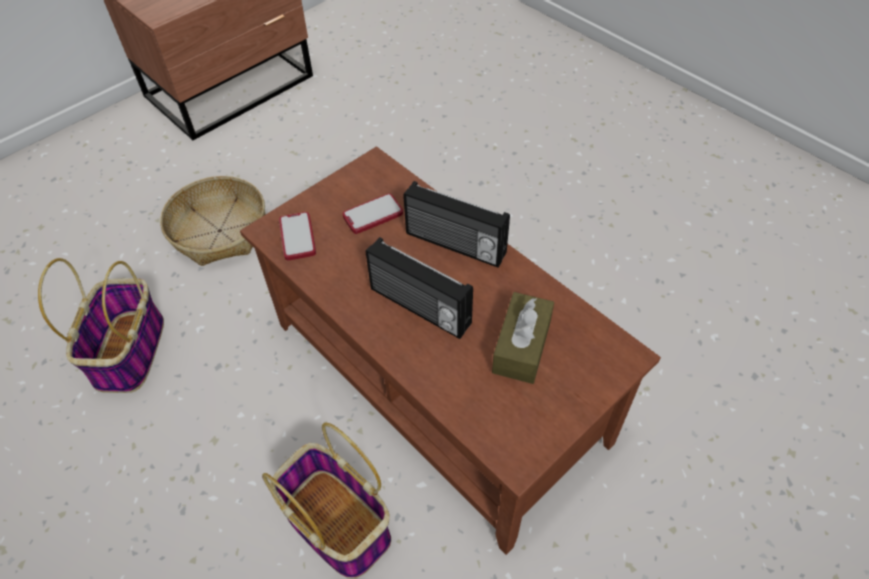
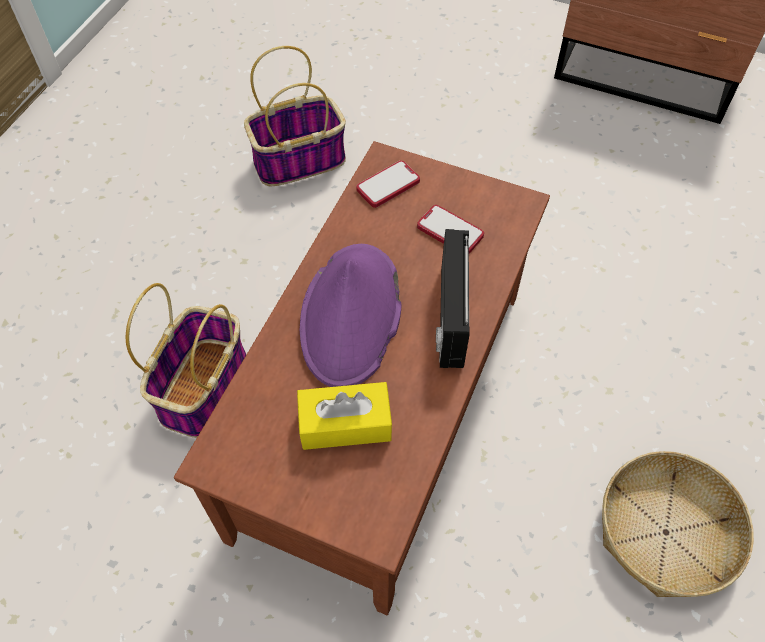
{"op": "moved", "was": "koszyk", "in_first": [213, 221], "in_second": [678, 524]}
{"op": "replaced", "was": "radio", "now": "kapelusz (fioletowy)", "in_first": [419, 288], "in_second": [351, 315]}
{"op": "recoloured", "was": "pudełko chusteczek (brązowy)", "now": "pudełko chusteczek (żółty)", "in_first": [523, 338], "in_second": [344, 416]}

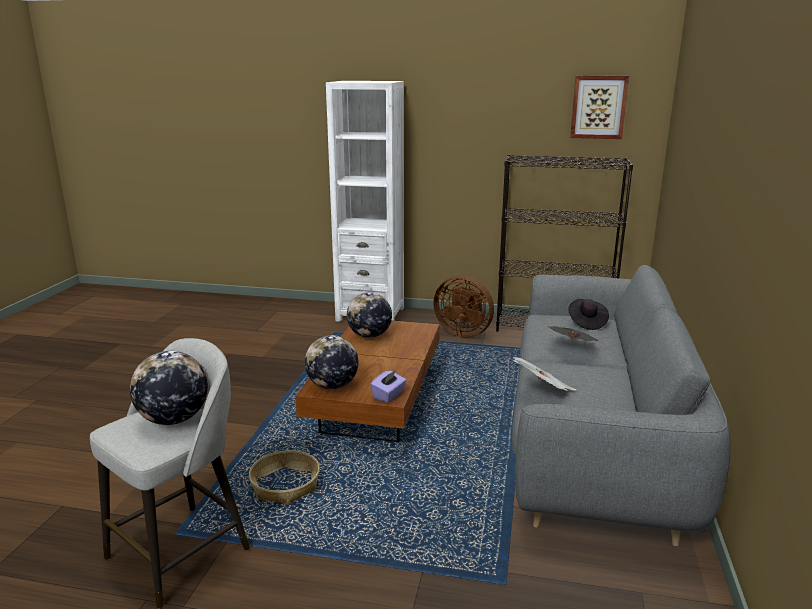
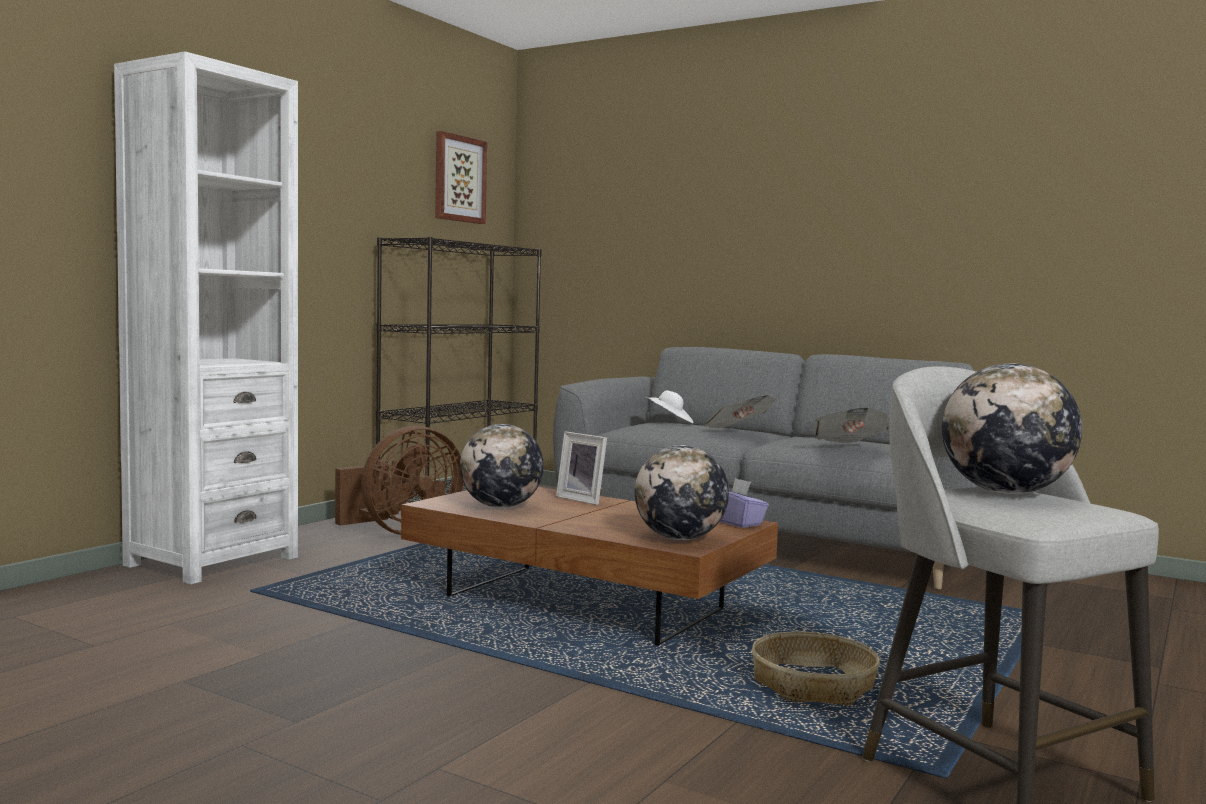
{"op": "recoloured", "was": "kapelusz (czarny)", "now": "kapelusz (biały)", "in_first": [588, 314], "in_second": [670, 407]}
{"op": "added", "now": "ramka na zdjęcie", "in_second": [581, 468]}

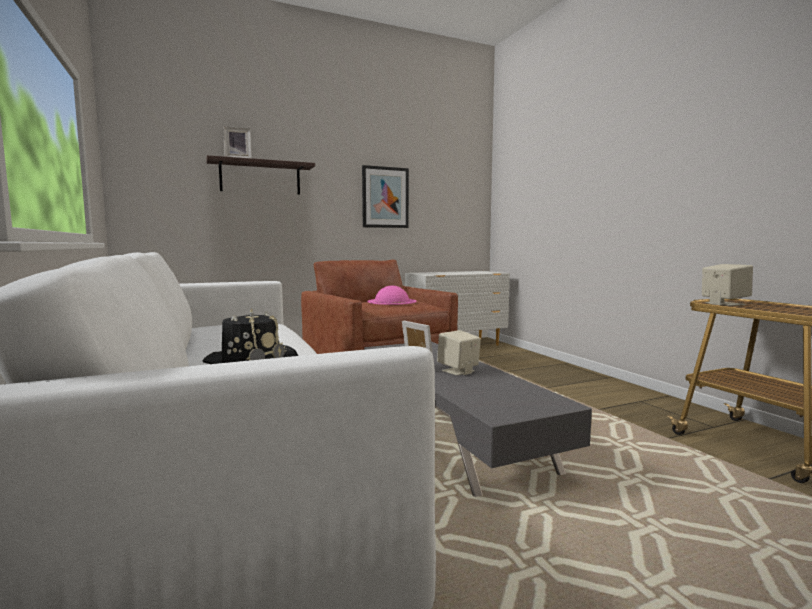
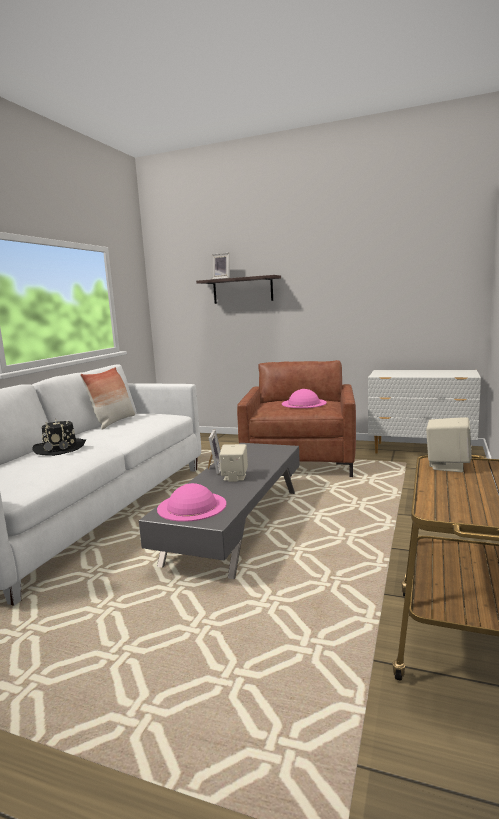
{"op": "removed", "was": "obraz", "in_first": [385, 196]}
{"op": "added", "now": "poduszka", "in_second": [107, 398]}
{"op": "added", "now": "kapelusz (różowy)", "in_second": [191, 502]}

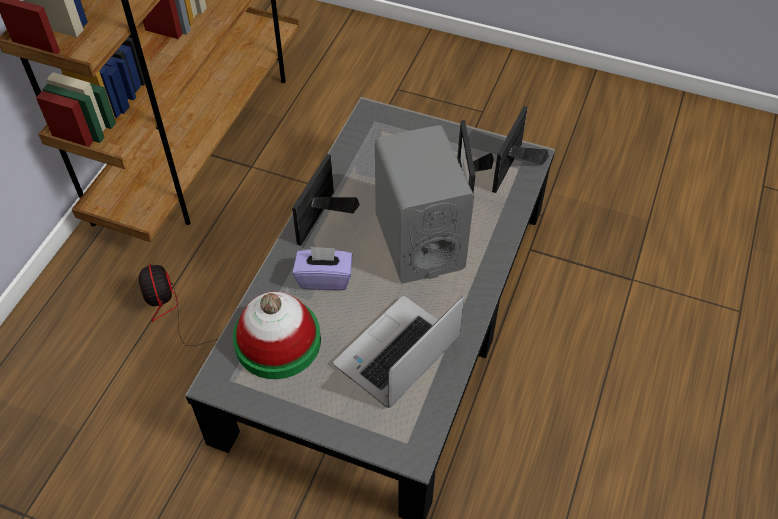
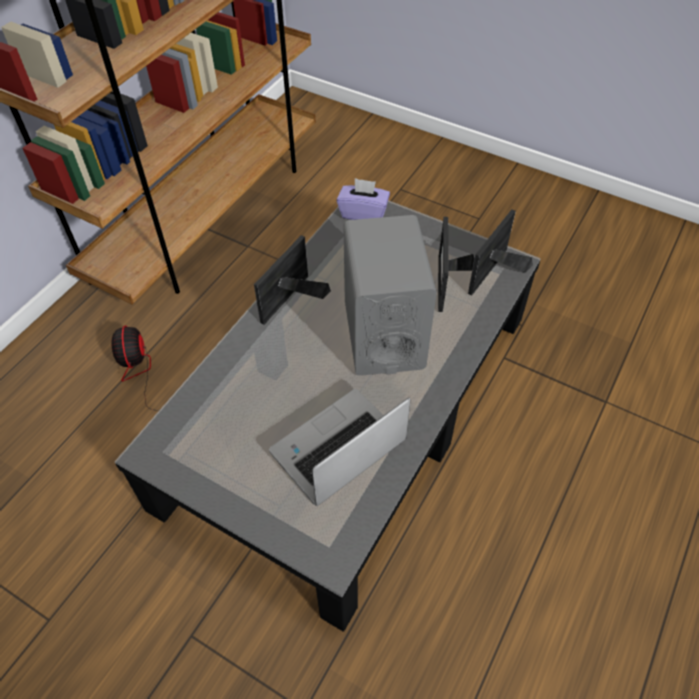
{"op": "removed", "was": "kapelusz", "in_first": [277, 335]}
{"op": "moved", "was": "pudełko chusteczek (fioletowy)", "in_first": [322, 268], "in_second": [363, 199]}

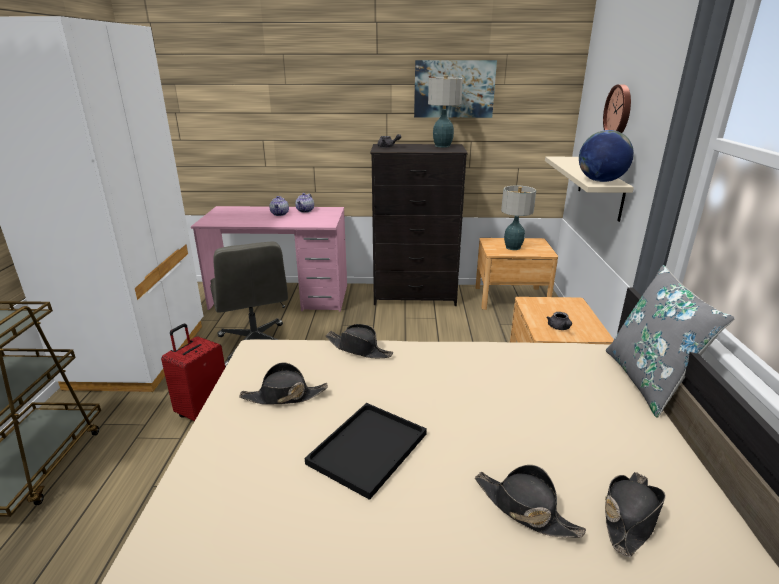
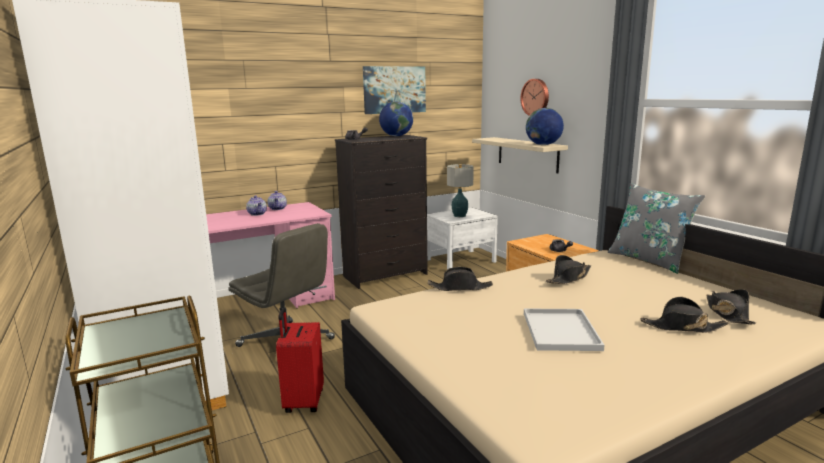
{"op": "moved", "was": "kapelusz (czarny)", "in_first": [283, 383], "in_second": [568, 269]}
{"op": "recoloured", "was": "taca (czarny)", "now": "taca (biały)", "in_first": [366, 451], "in_second": [564, 330]}
{"op": "replaced", "was": "lampa stołowa", "now": "globus", "in_first": [445, 111], "in_second": [396, 118]}
{"op": "recoloured", "was": "szafka nocna (brązowy)", "now": "szafka nocna (biały)", "in_first": [517, 274], "in_second": [462, 238]}

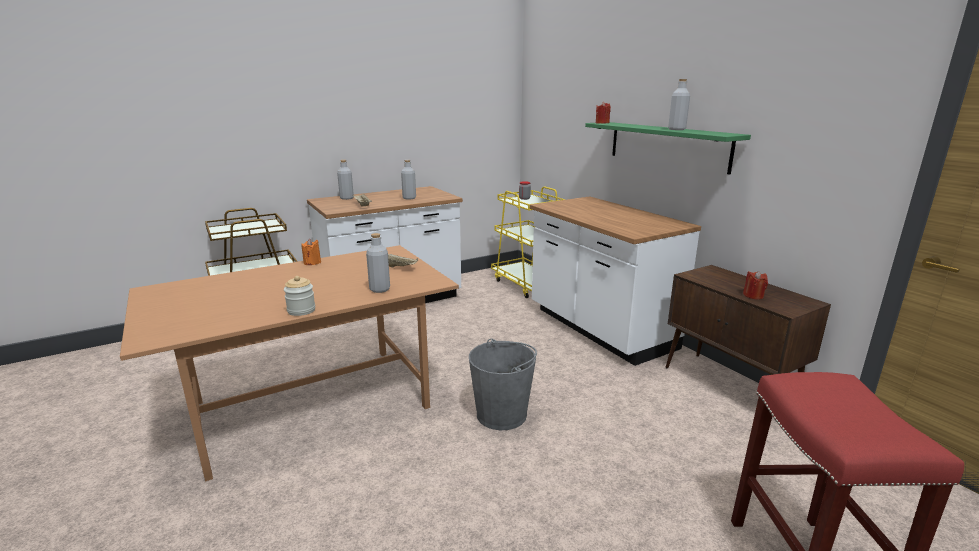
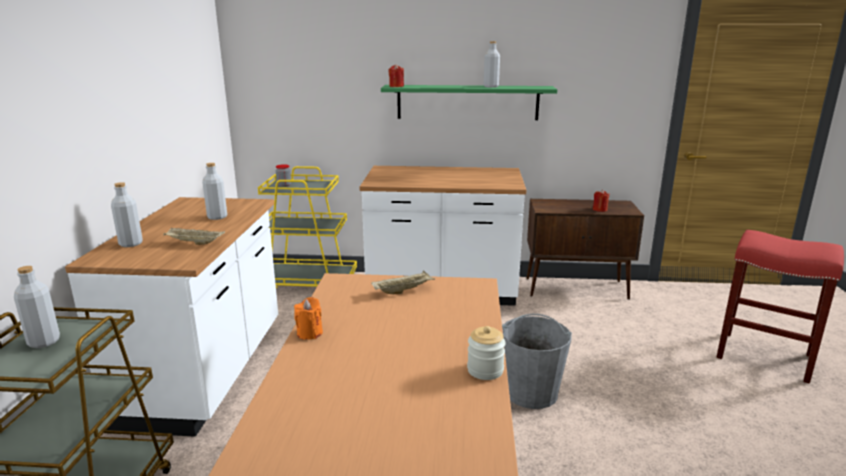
{"op": "moved", "was": "butelka (szary)", "in_first": [378, 263], "in_second": [37, 307]}

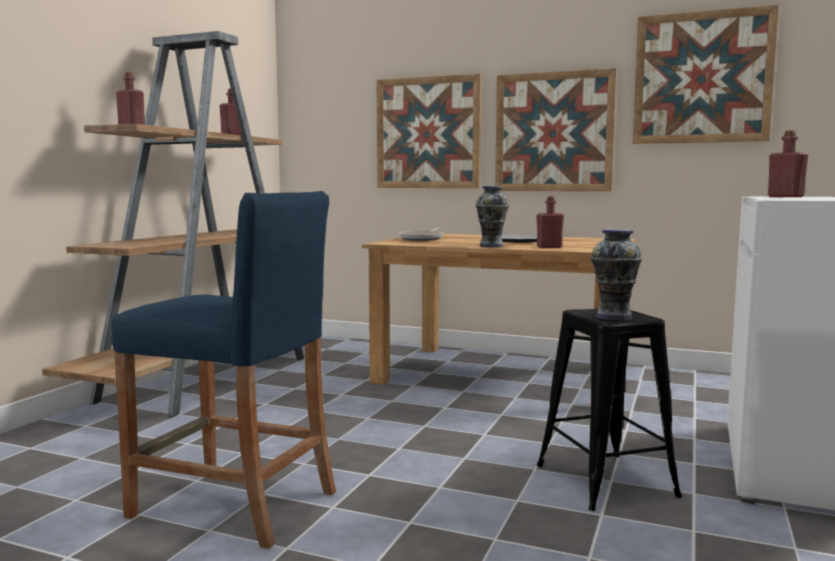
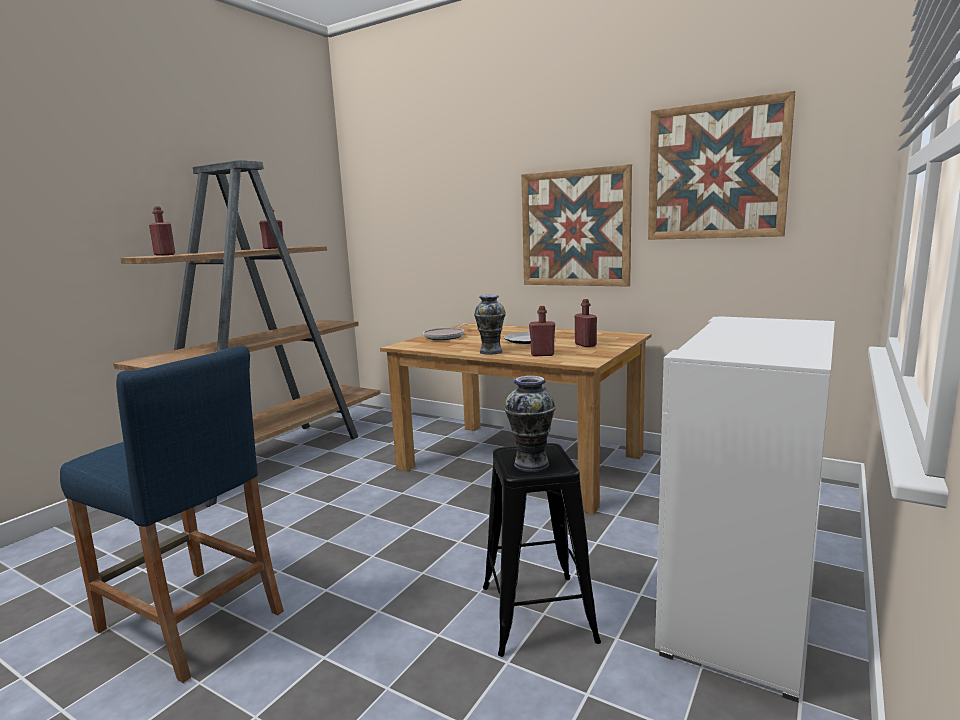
{"op": "removed", "was": "obraz", "in_first": [429, 131]}
{"op": "moved", "was": "butelka (czerwony)", "in_first": [788, 163], "in_second": [586, 323]}

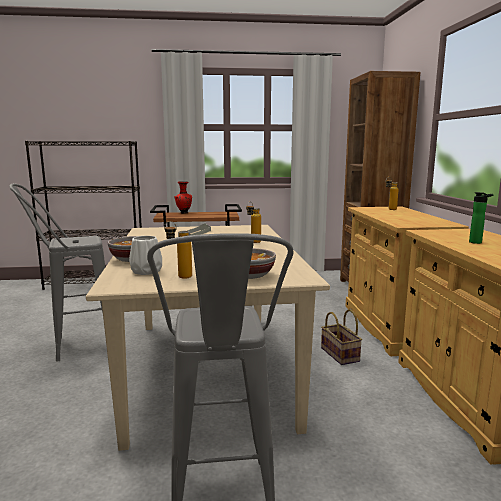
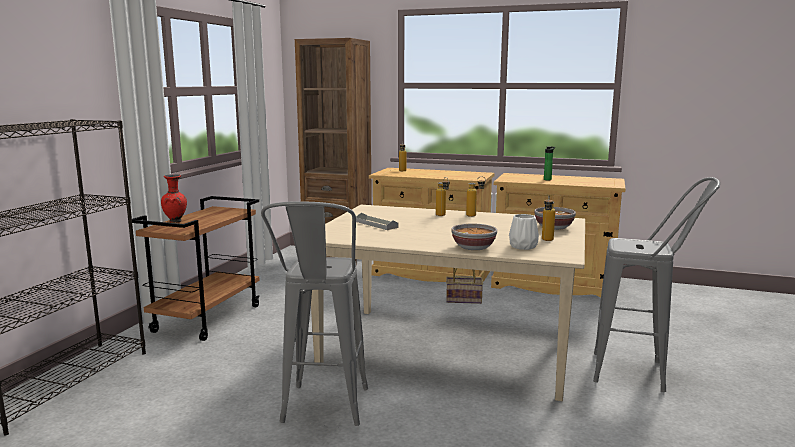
{"op": "added", "now": "butelka", "in_second": [476, 196]}

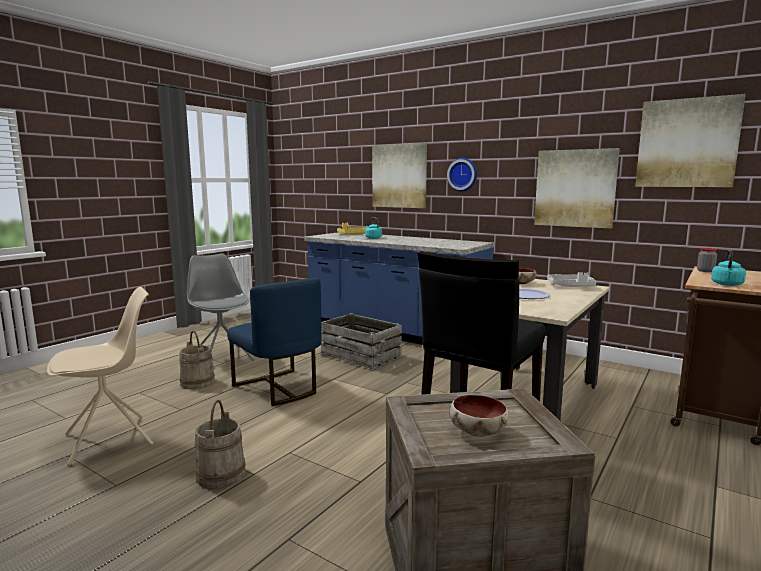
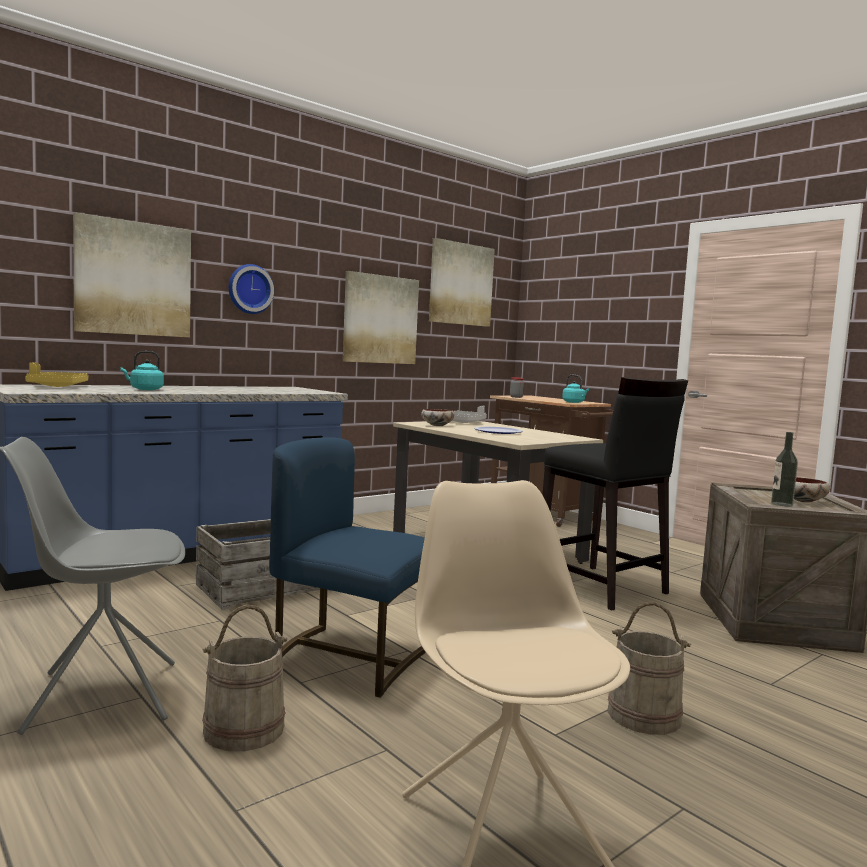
{"op": "turned", "was": "krzesło (niebieski)", "in_first": [274, 342], "in_second": [347, 567], "clockwise": -135}
{"op": "added", "now": "butelka", "in_second": [784, 469]}

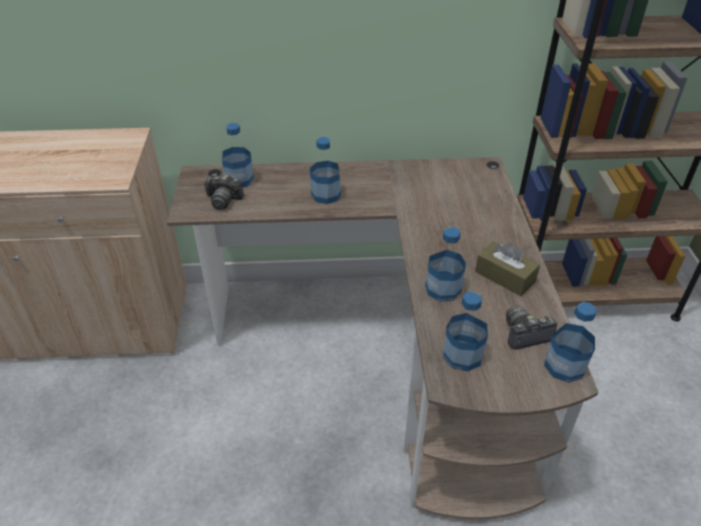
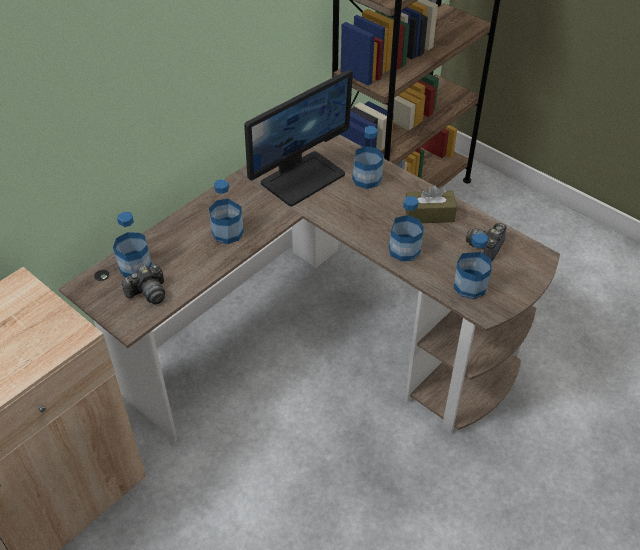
{"op": "moved", "was": "butelka", "in_first": [570, 342], "in_second": [367, 157]}
{"op": "added", "now": "monitor", "in_second": [298, 138]}

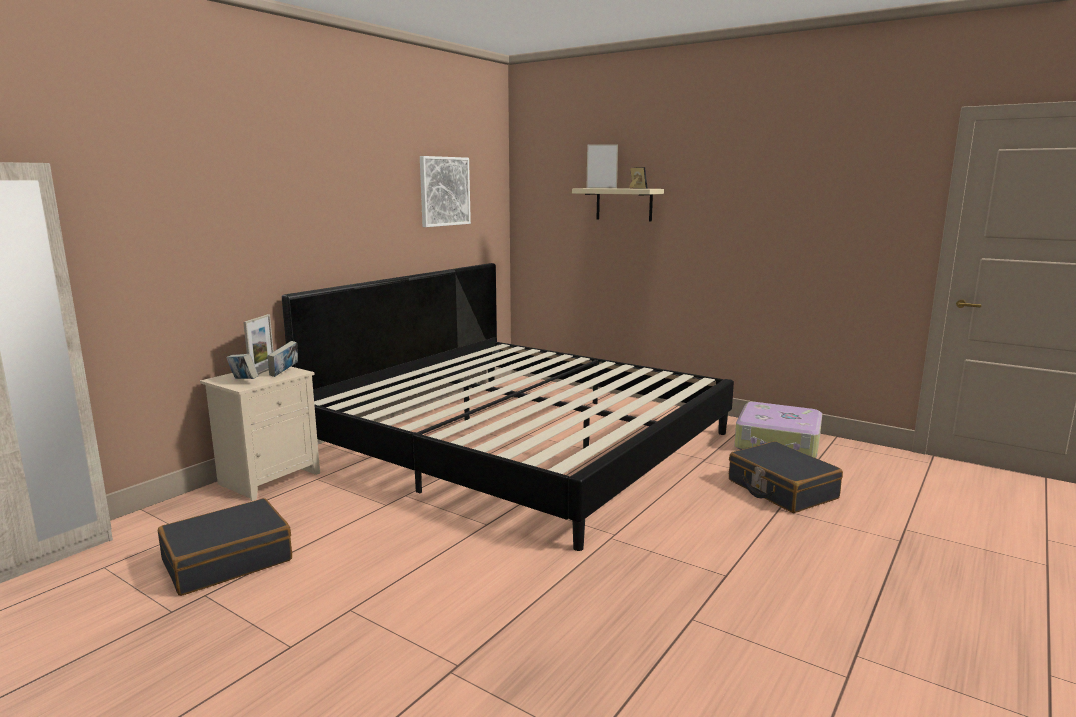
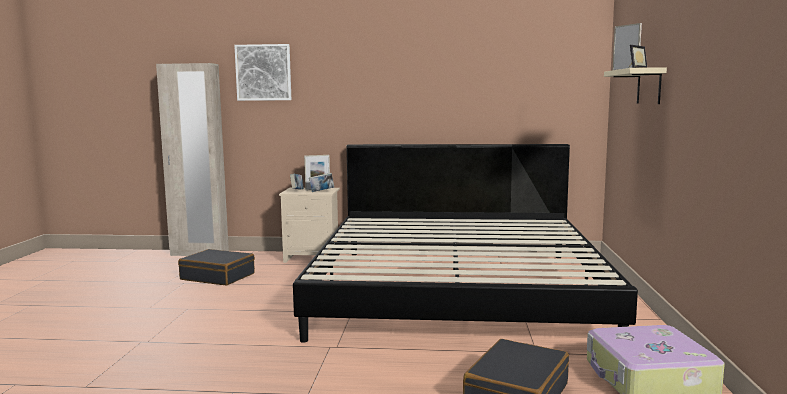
{"op": "moved", "was": "obraz", "in_first": [445, 191], "in_second": [262, 72]}

